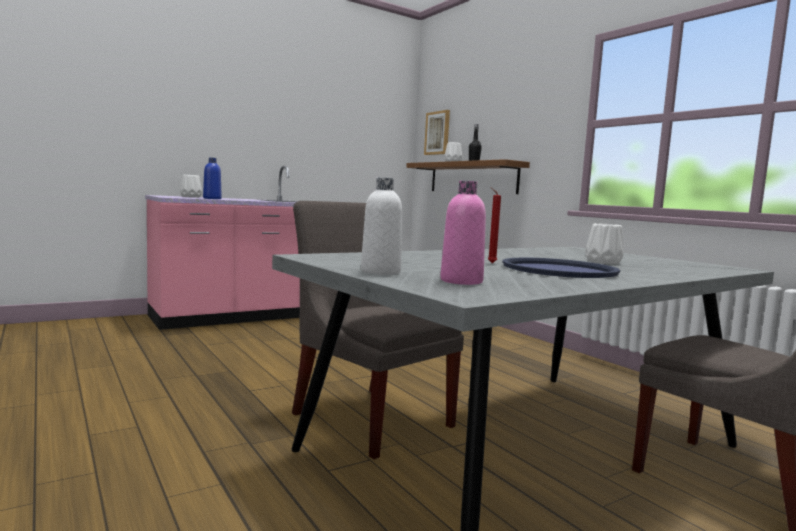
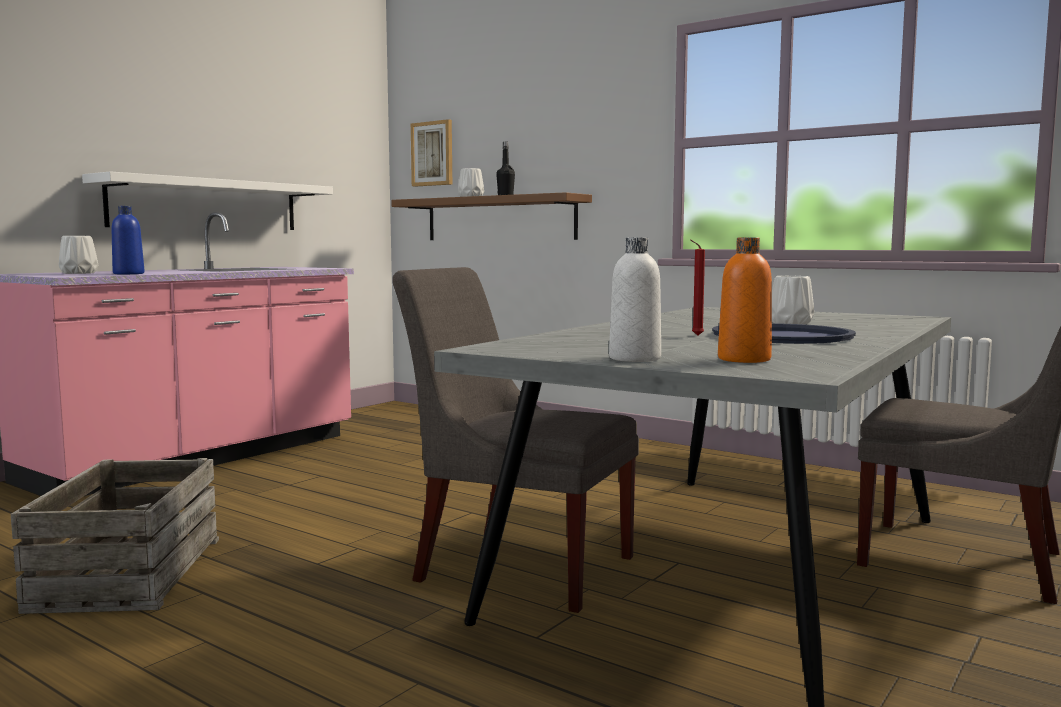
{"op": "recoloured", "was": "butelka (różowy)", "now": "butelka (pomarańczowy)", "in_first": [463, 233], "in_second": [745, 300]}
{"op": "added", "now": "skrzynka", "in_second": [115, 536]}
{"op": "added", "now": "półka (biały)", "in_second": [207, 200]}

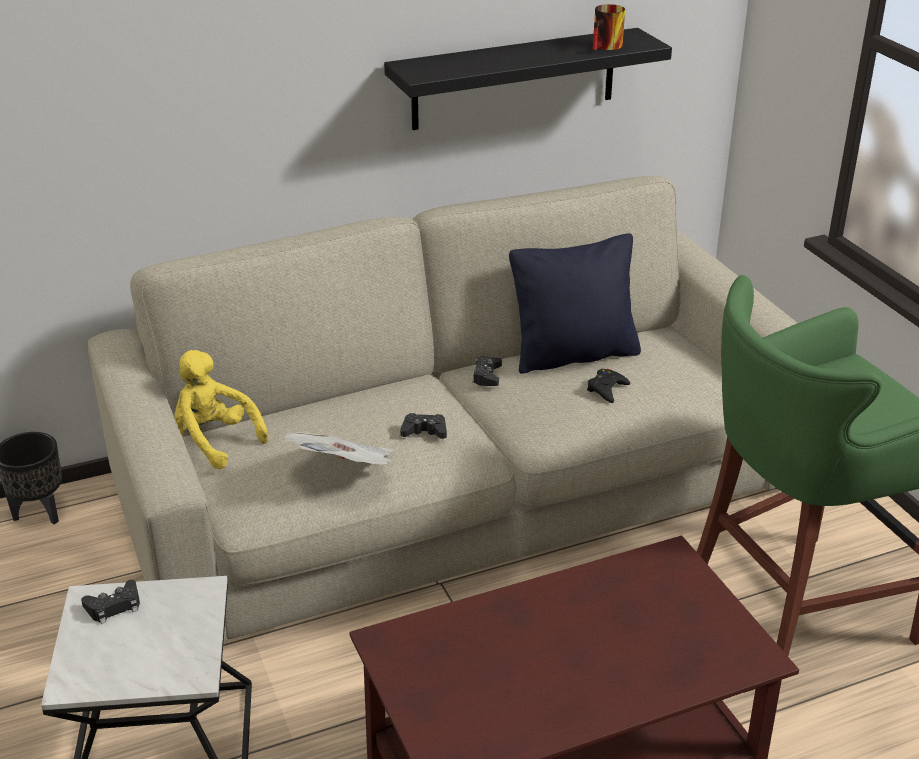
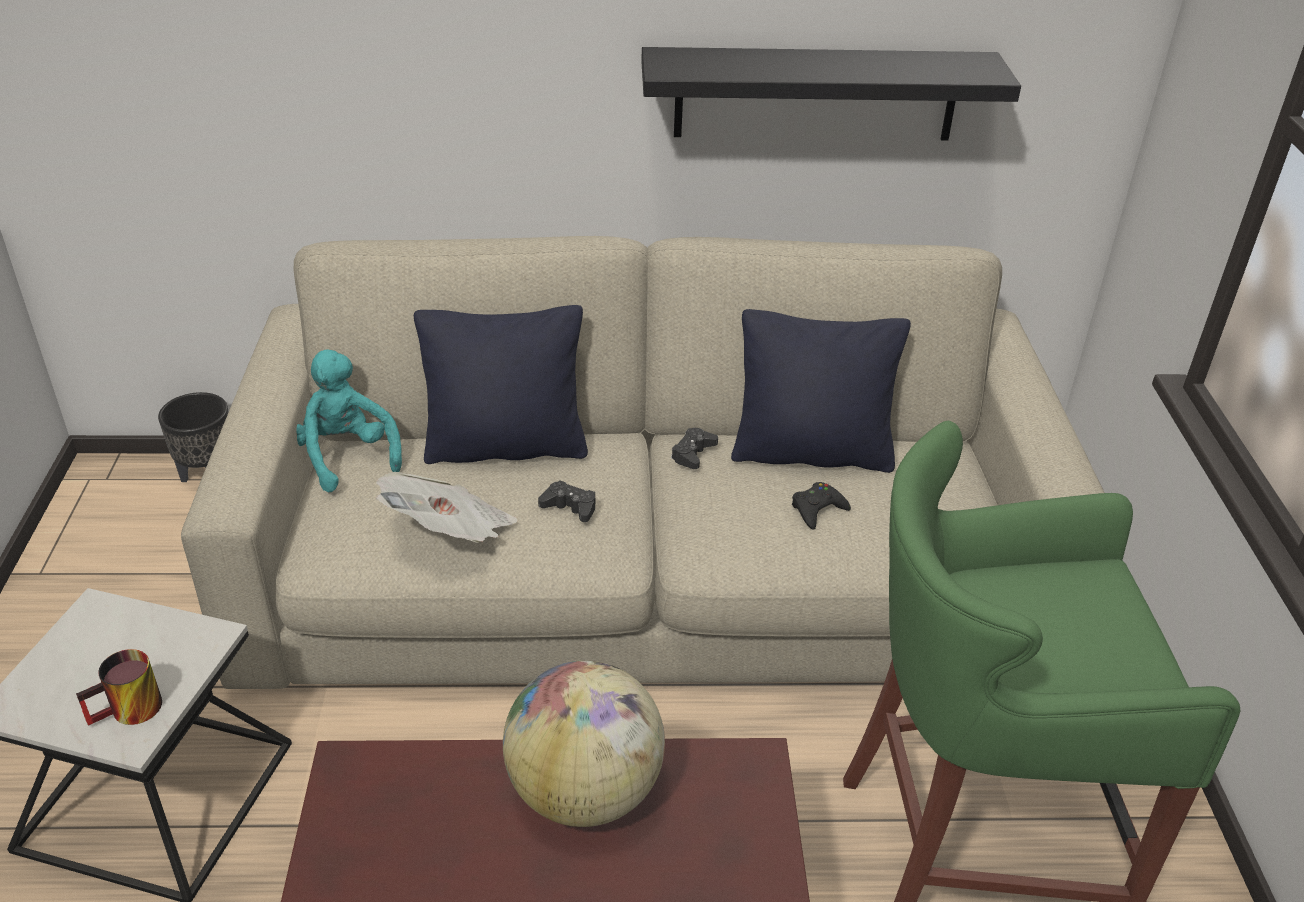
{"op": "removed", "was": "pad do gier (czarny)", "in_first": [110, 602]}
{"op": "recoloured", "was": "pluszak (żółty)", "now": "pluszak (turkusowy)", "in_first": [221, 409], "in_second": [349, 420]}
{"op": "moved", "was": "kubek", "in_first": [609, 27], "in_second": [119, 687]}
{"op": "added", "now": "poduszka (czarny)", "in_second": [501, 384]}
{"op": "added", "now": "globus", "in_second": [584, 743]}

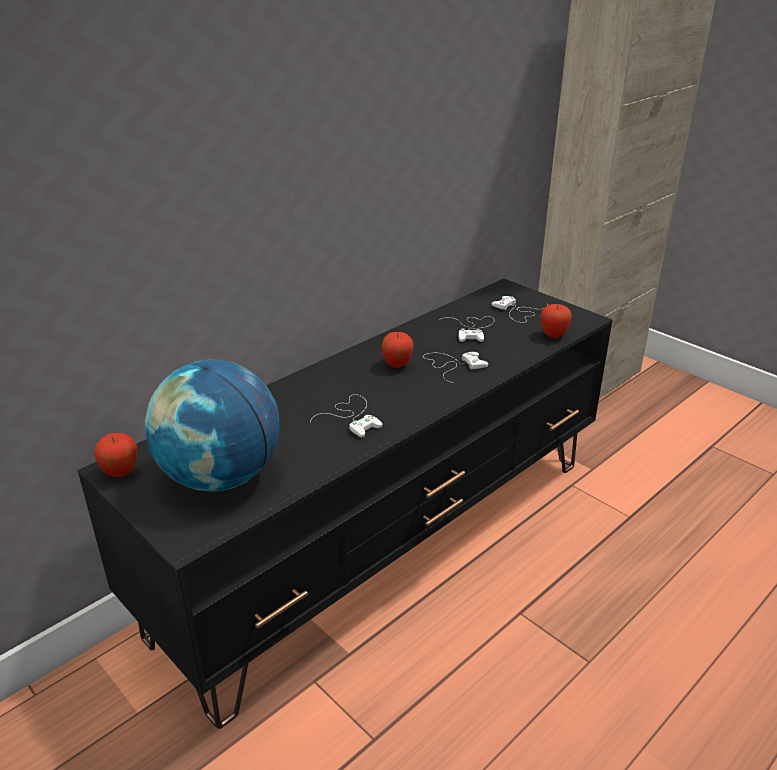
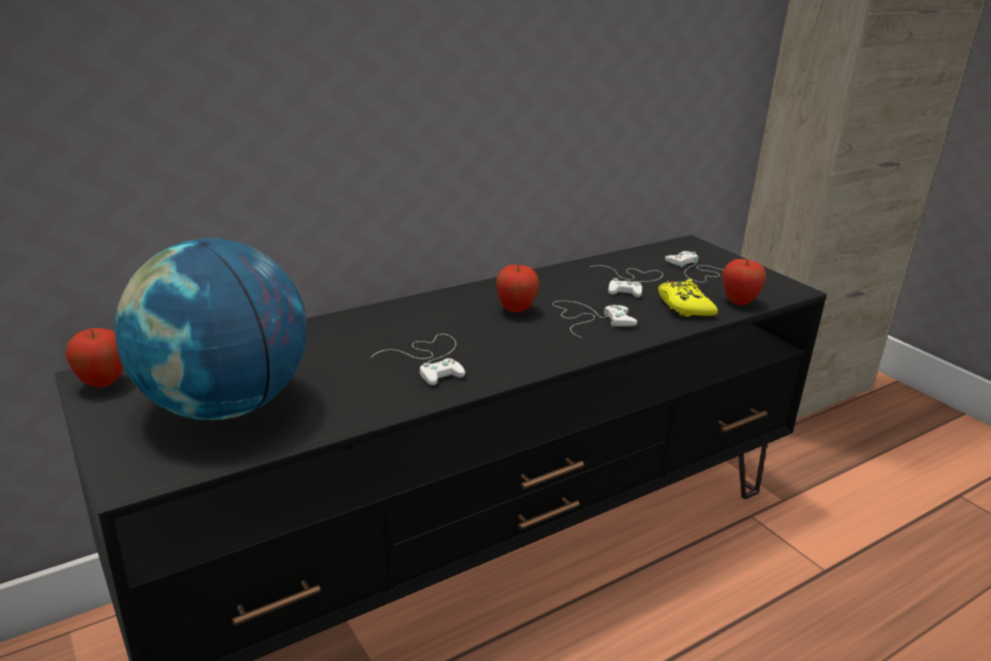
{"op": "added", "now": "pad do gier (żółty)", "in_second": [688, 298]}

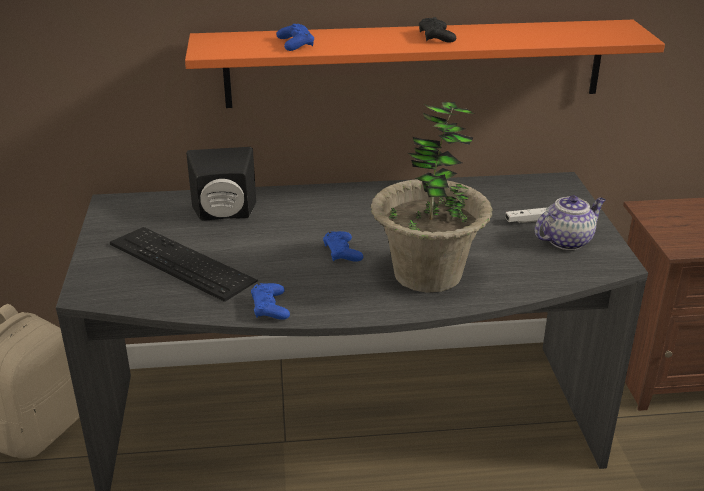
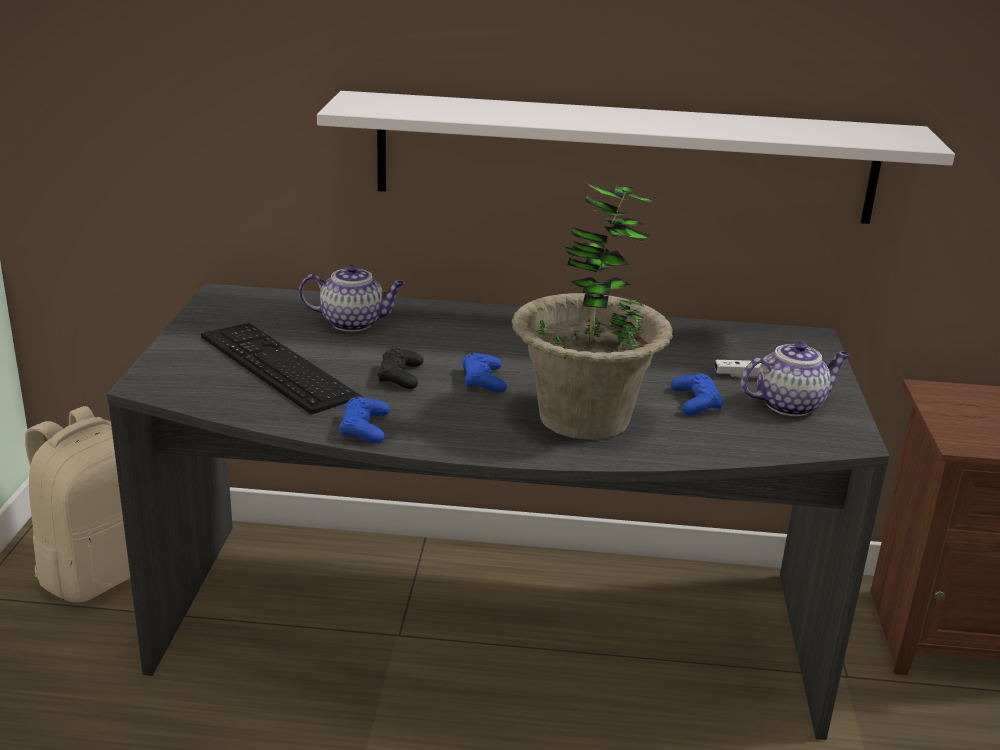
{"op": "recoloured", "was": "półka (pomarańczowy)", "now": "półka (biały)", "in_first": [425, 64], "in_second": [636, 157]}
{"op": "replaced", "was": "głośnik (czarny)", "now": "imbryk", "in_first": [221, 184], "in_second": [352, 297]}
{"op": "moved", "was": "pad do gier (niebieski)", "in_first": [295, 37], "in_second": [697, 394]}
{"op": "moved", "was": "pad do gier (czarny)", "in_first": [437, 30], "in_second": [400, 368]}

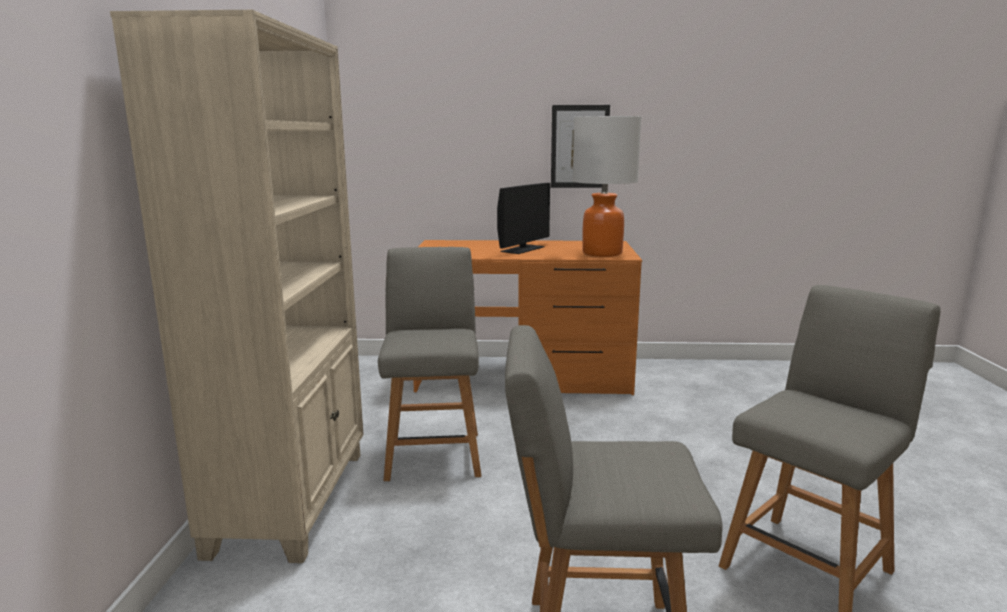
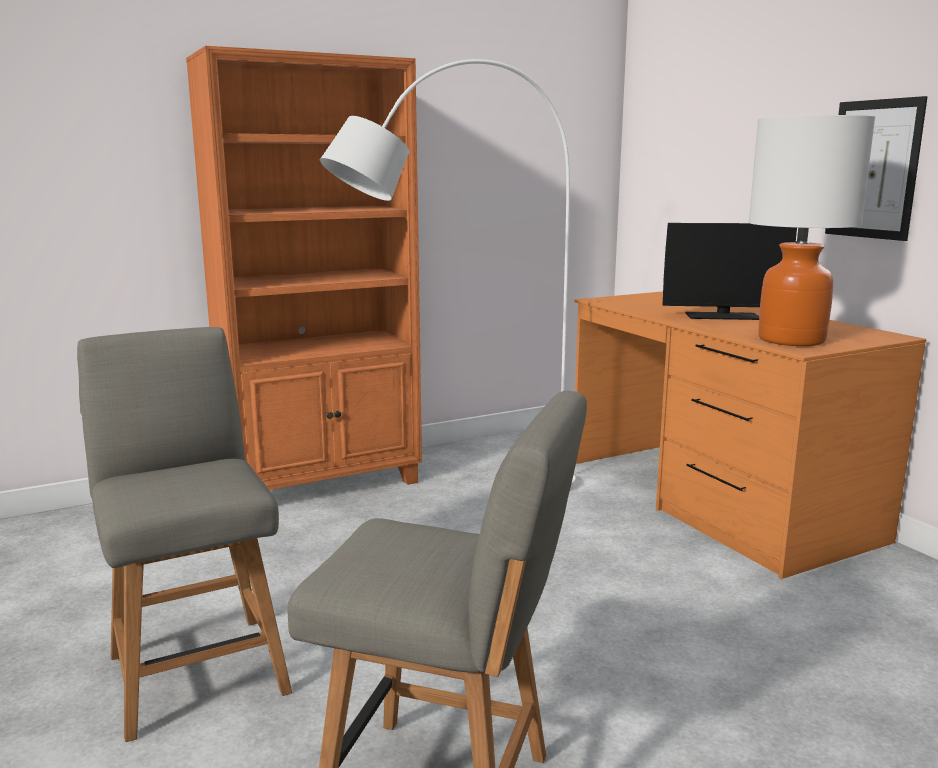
{"op": "recoloured", "was": "regał (beżowy)", "now": "regał (pomarańczowy)", "in_first": [236, 286], "in_second": [304, 268]}
{"op": "replaced", "was": "krzesło (szary)", "now": "lampa stojąca (biały)", "in_first": [429, 364], "in_second": [448, 275]}

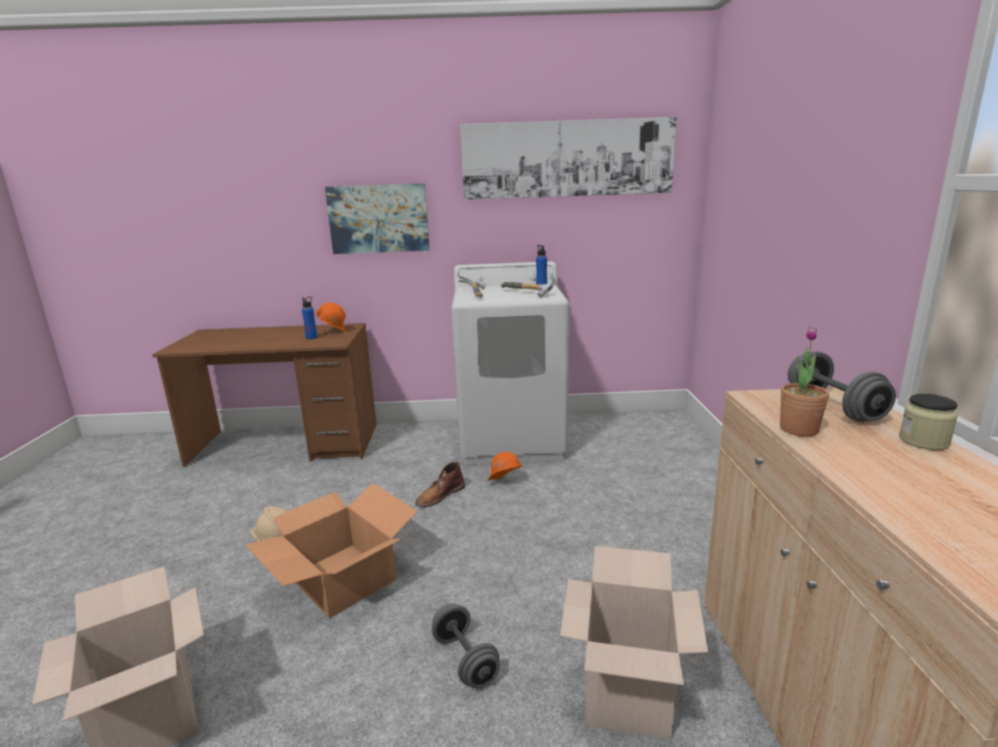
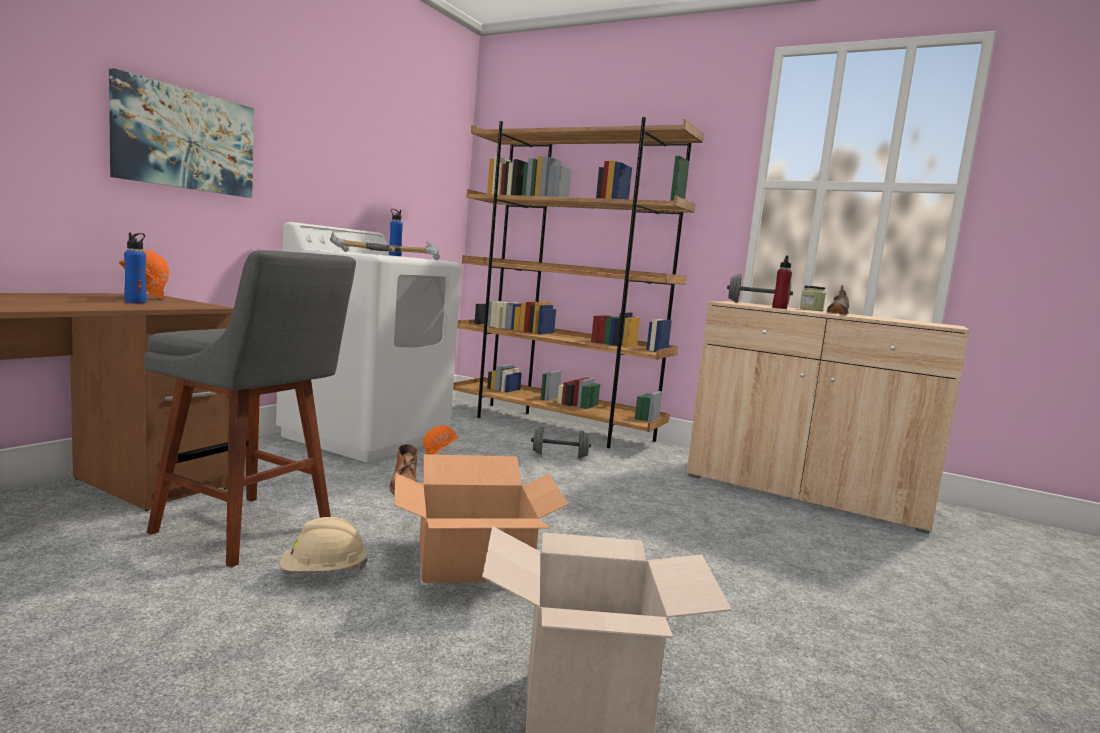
{"op": "moved", "was": "hantel (szary)", "in_first": [466, 645], "in_second": [561, 443]}
{"op": "removed", "was": "obraz", "in_first": [568, 158]}
{"op": "removed", "was": "karton", "in_first": [634, 642]}
{"op": "replaced", "was": "roślina doniczkowa", "now": "butelka (czerwony)", "in_first": [804, 381], "in_second": [782, 282]}
{"op": "added", "now": "stołek (szary)", "in_second": [249, 408]}
{"op": "added", "now": "regał (brązowy)", "in_second": [578, 282]}
{"op": "added", "now": "but (czarny)", "in_second": [838, 300]}

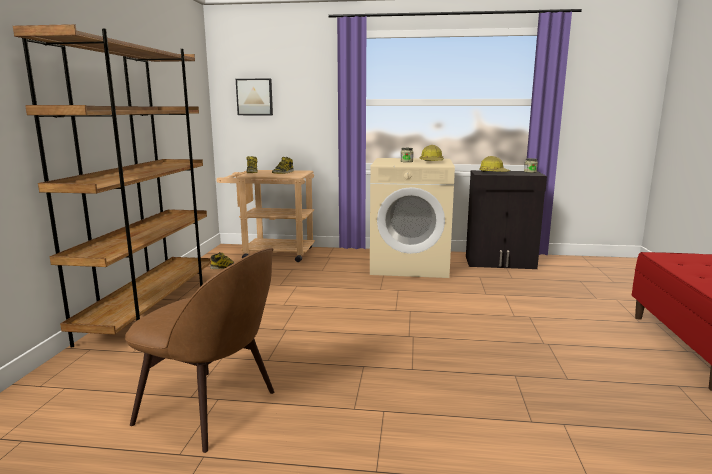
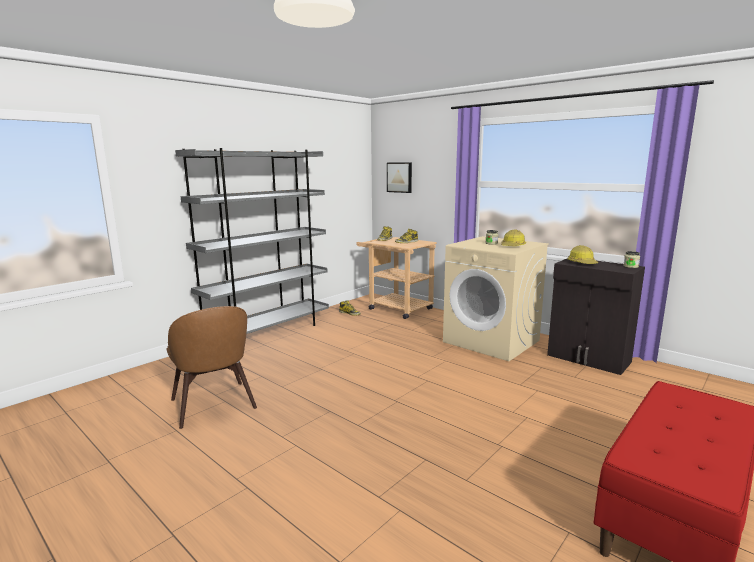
{"op": "recoloured", "was": "regał (brązowy)", "now": "regał (szary)", "in_first": [112, 186], "in_second": [252, 241]}

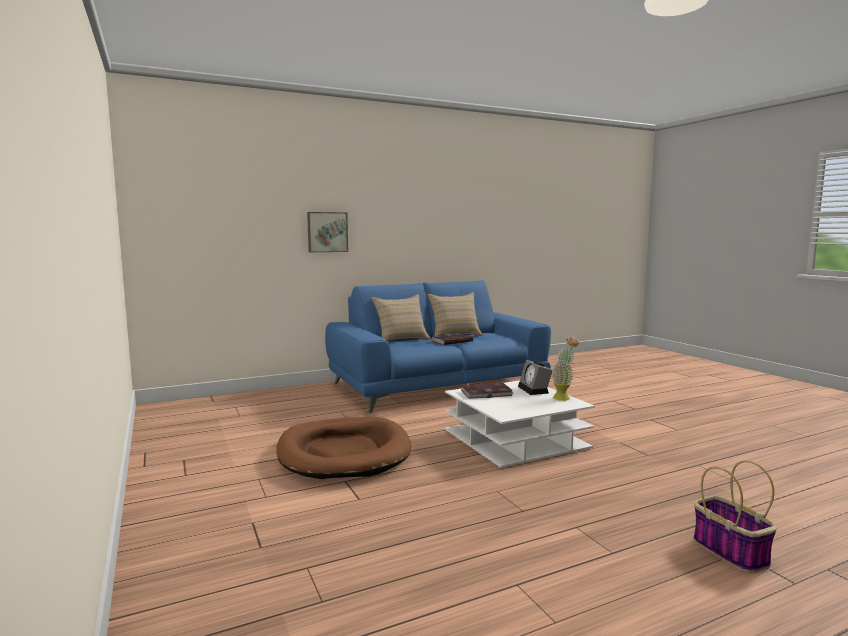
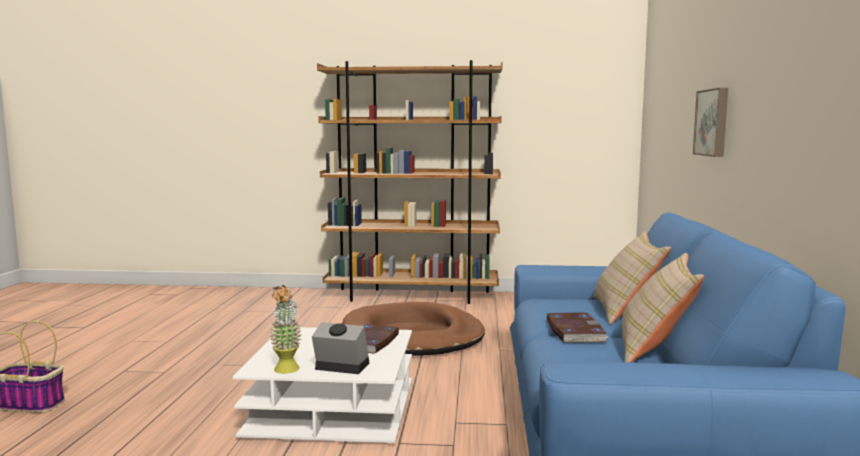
{"op": "added", "now": "regał (brązowy)", "in_second": [410, 182]}

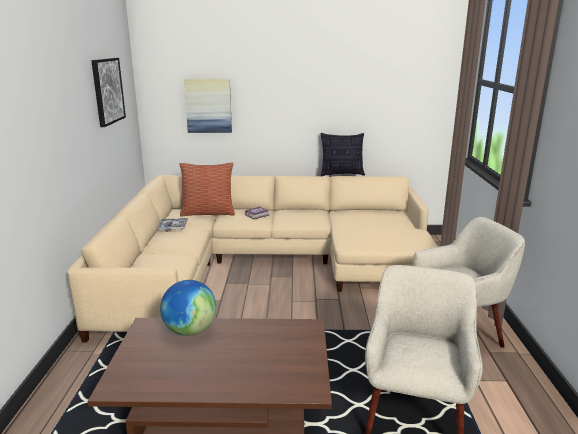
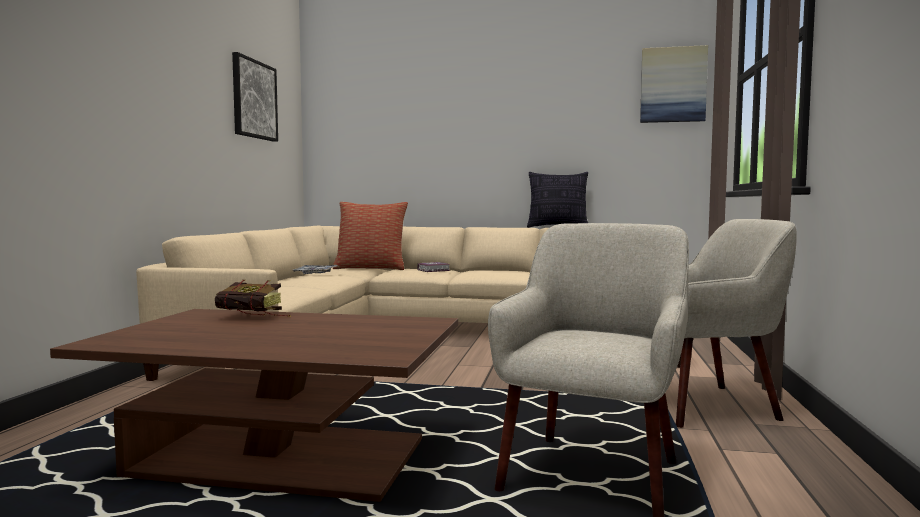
{"op": "replaced", "was": "globus", "now": "książka", "in_first": [188, 308], "in_second": [253, 298]}
{"op": "moved", "was": "obraz", "in_first": [208, 106], "in_second": [674, 84]}

